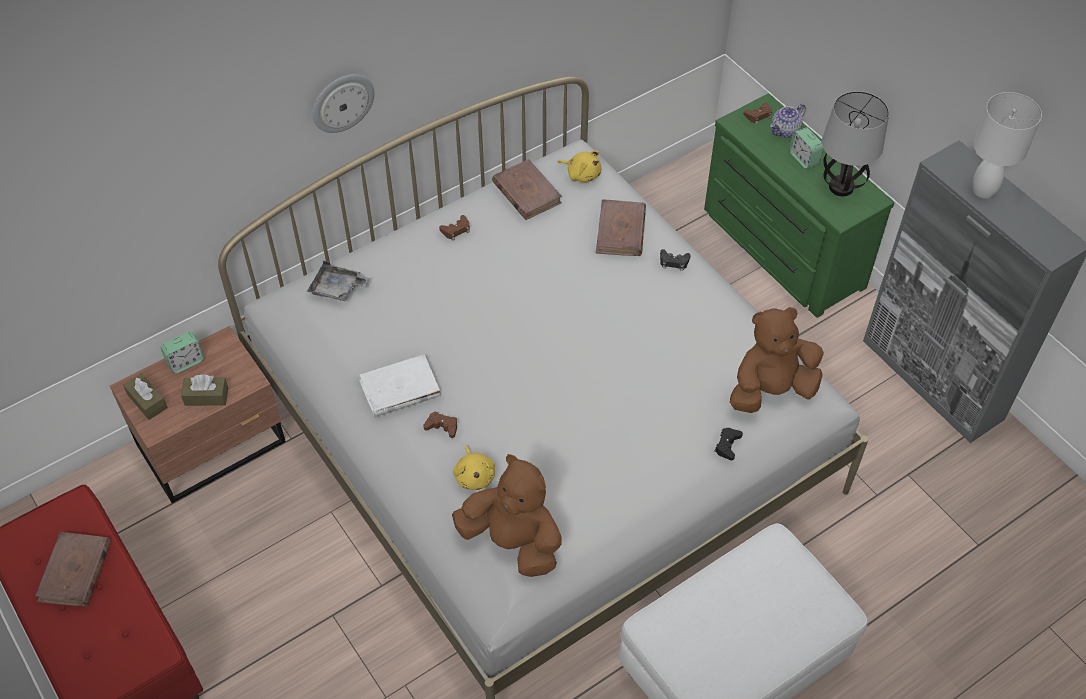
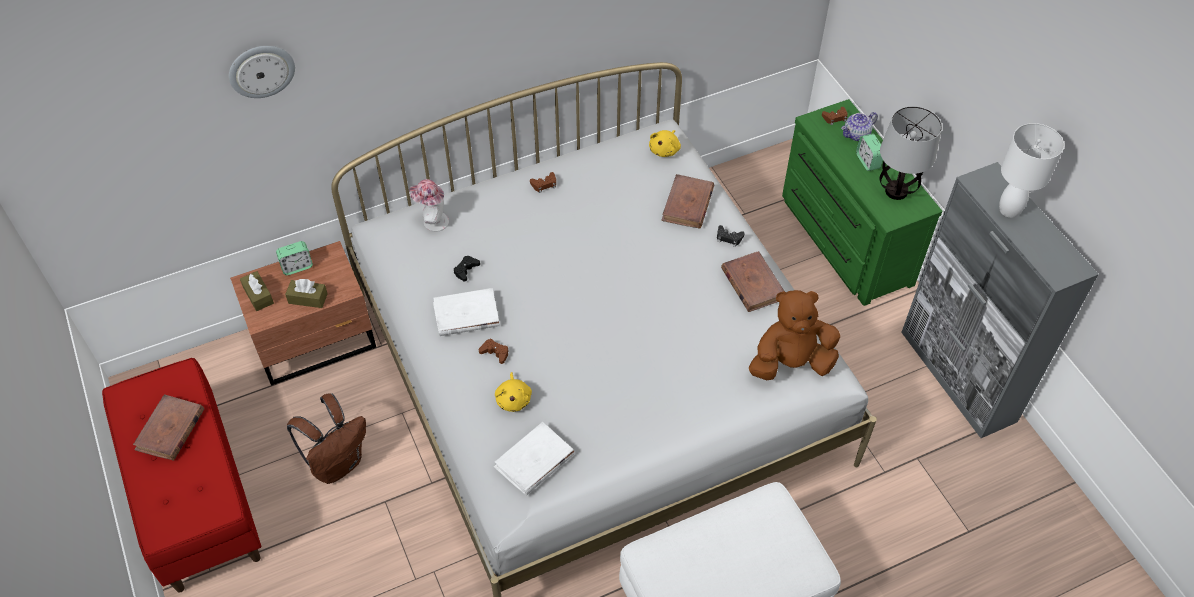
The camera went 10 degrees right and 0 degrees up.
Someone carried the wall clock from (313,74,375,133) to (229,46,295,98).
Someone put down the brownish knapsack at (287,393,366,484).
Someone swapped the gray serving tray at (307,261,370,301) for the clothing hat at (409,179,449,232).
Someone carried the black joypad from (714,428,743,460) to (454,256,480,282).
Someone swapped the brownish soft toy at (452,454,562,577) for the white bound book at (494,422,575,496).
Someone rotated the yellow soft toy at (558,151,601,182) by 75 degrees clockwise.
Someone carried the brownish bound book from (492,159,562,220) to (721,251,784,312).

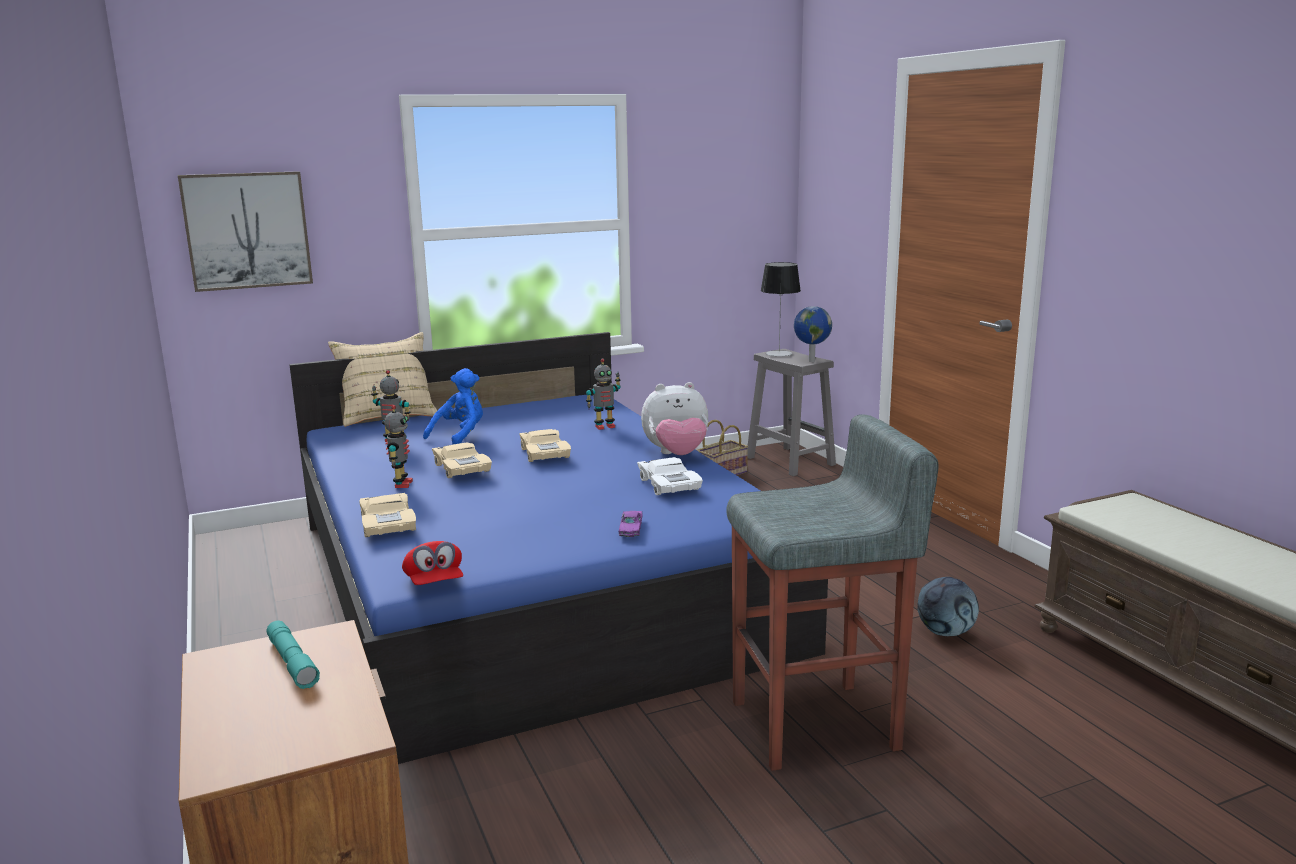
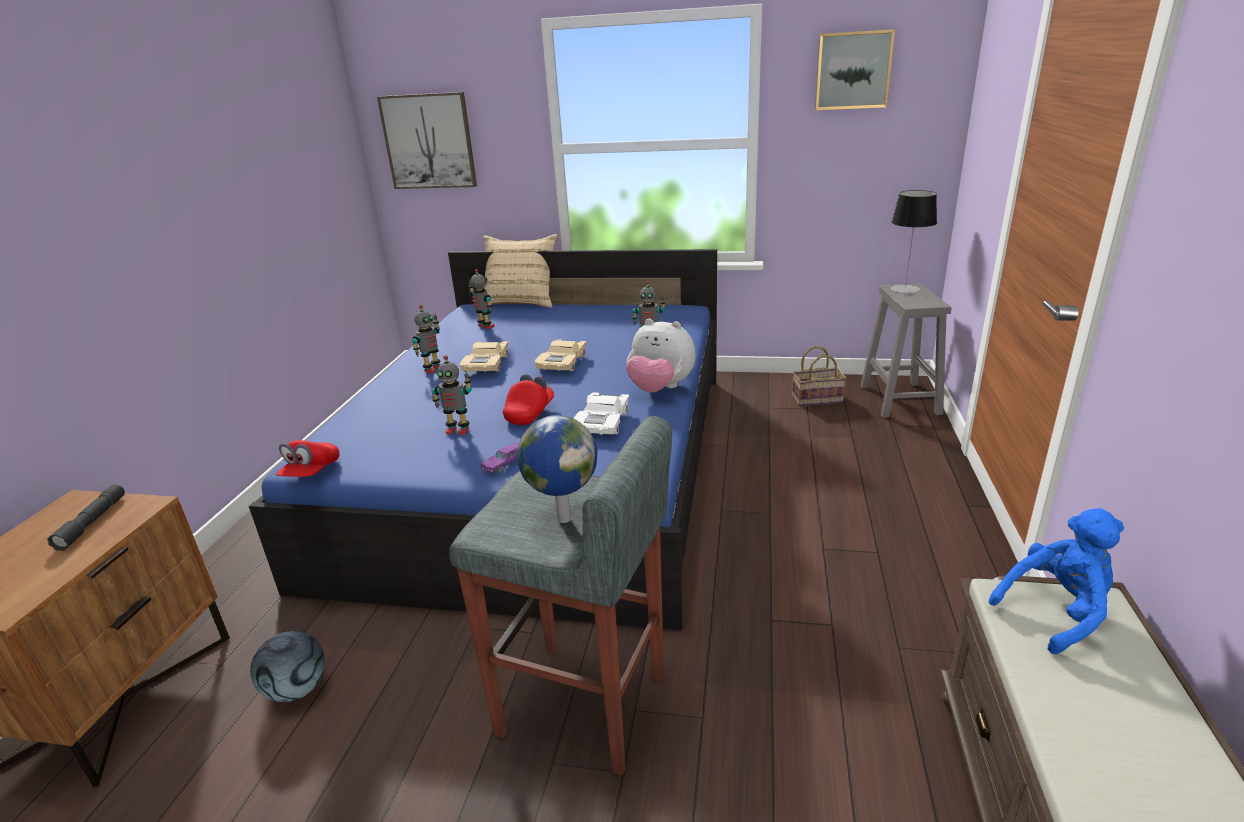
The camera went 35 degrees right and 10 degrees up.
Someone repainted the turquoise flashlight at (267,620,320,689), which became the gray flashlight at (47,485,125,551).
Someone carried the football from (918,577,979,636) to (250,631,325,702).
Someone put down the model robot at (432,355,472,435).
Someone put down the red-coloured peaked cap at (503,374,554,425).
Someone carried the world globe from (794,306,832,362) to (517,415,597,523).
Someone put up the wall art at (815,29,895,110).
Someone carried the blue soft toy from (423,368,483,445) to (989,508,1124,654).
Someone took away the beige toy car at (359,493,416,537).

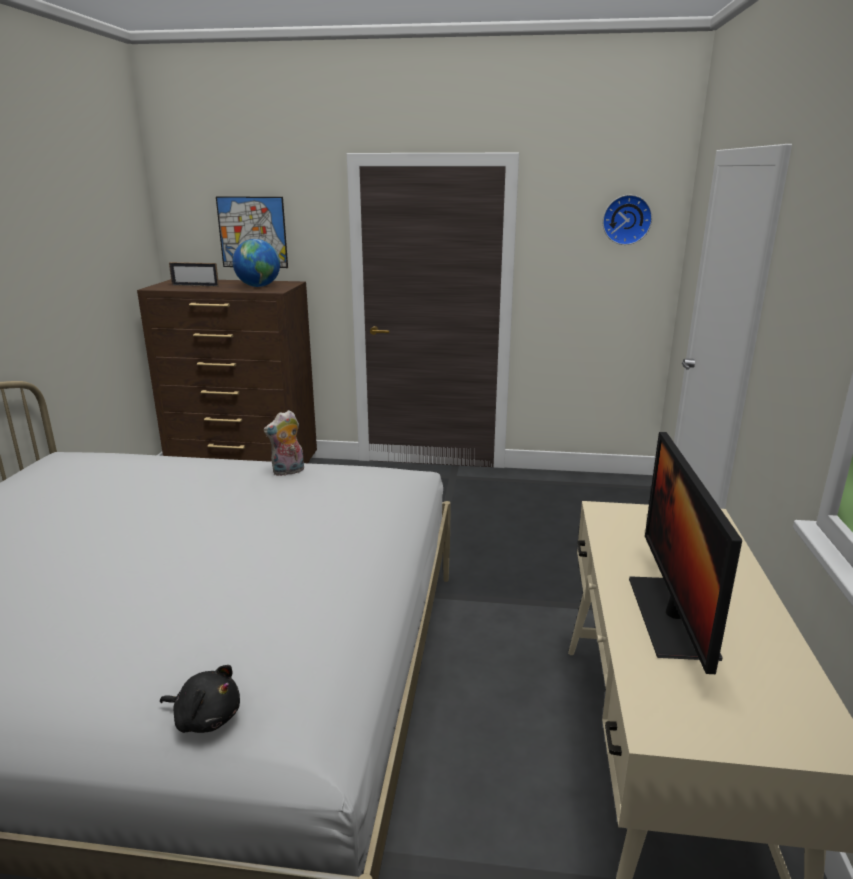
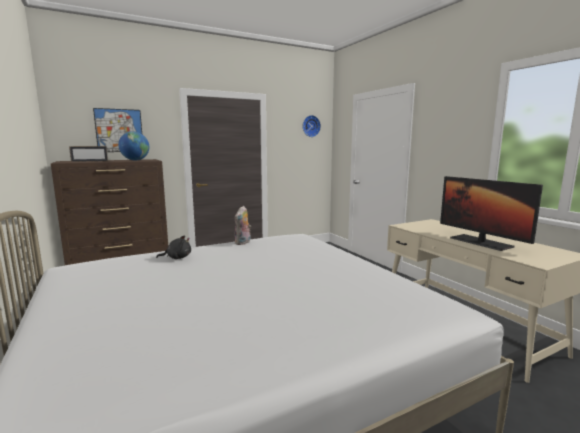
The camera went 35 degrees left and 10 degrees down.
Someone carried the black soft toy from (160,665,240,733) to (156,235,191,259).

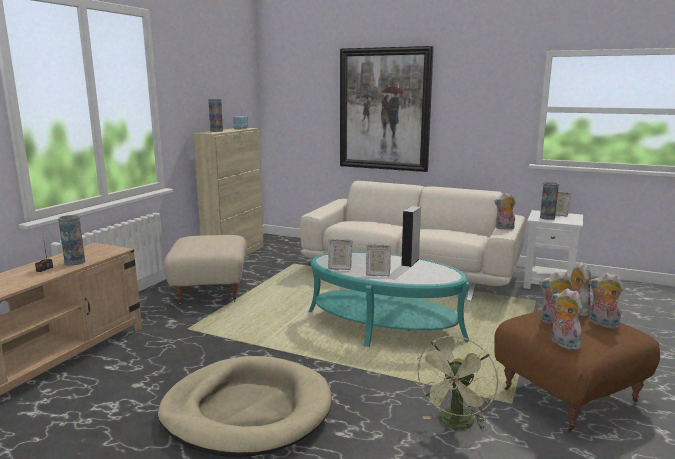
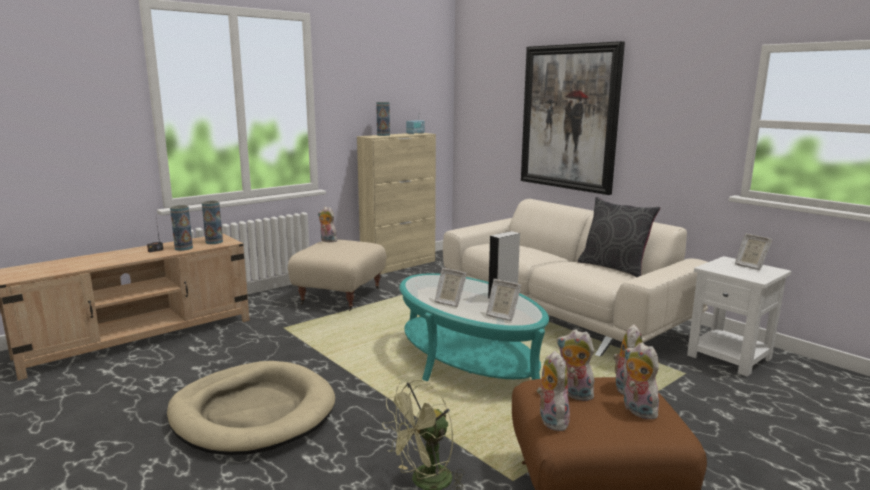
The camera went 25 degrees right and 0 degrees up.
Someone carried the vase from (540,182,559,220) to (202,201,223,244).
Someone carried the soft toy from (494,193,516,230) to (318,207,337,242).
Someone carried the photo frame from (328,239,353,270) to (486,279,521,321).
Someone put down the gray pillow at (578,197,660,277).

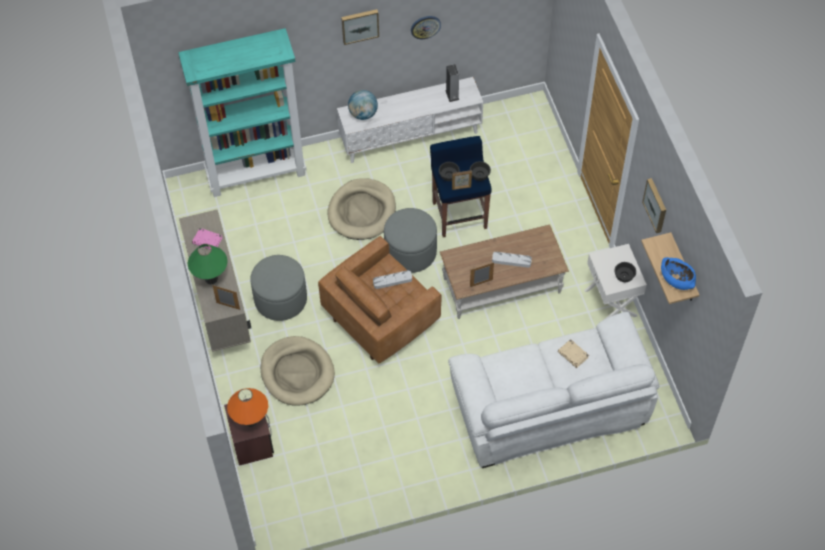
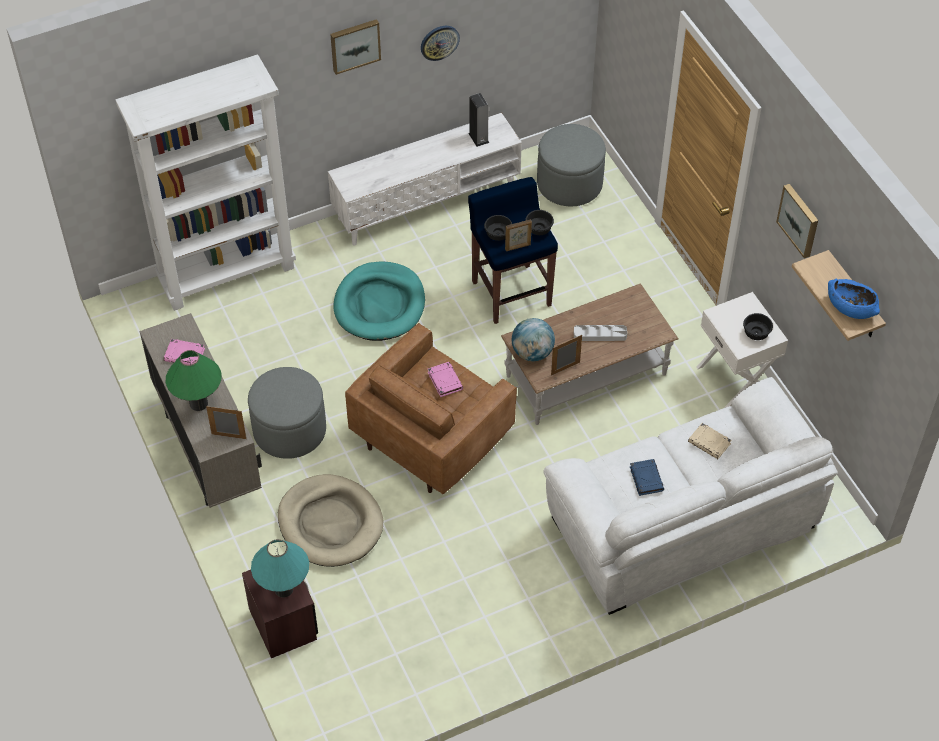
The camera went 10 degrees left and 5 degrees down.
Someone repainted the turquoise bookshelf at (178,28,307,197), which became the white bookshelf at (116,54,296,311).
Someone repainted the orange-coloured tabletop lamp at (227,388,268,427), which became the turquoise tabletop lamp at (251,539,309,598).
Someone repainted the beige dog cushion at (328,178,396,240), which became the turquoise dog cushion at (334,261,425,341).
Someone swapped the gray serving tray at (373,270,412,289) for the pink-coloured bound book at (428,362,463,397).
Someone carried the world globe from (348,90,378,120) to (512,318,555,361).
Someone carried the gray pouffe from (384,208,437,273) to (537,124,606,206).
Someone put down the blue bound book at (630,459,664,496).

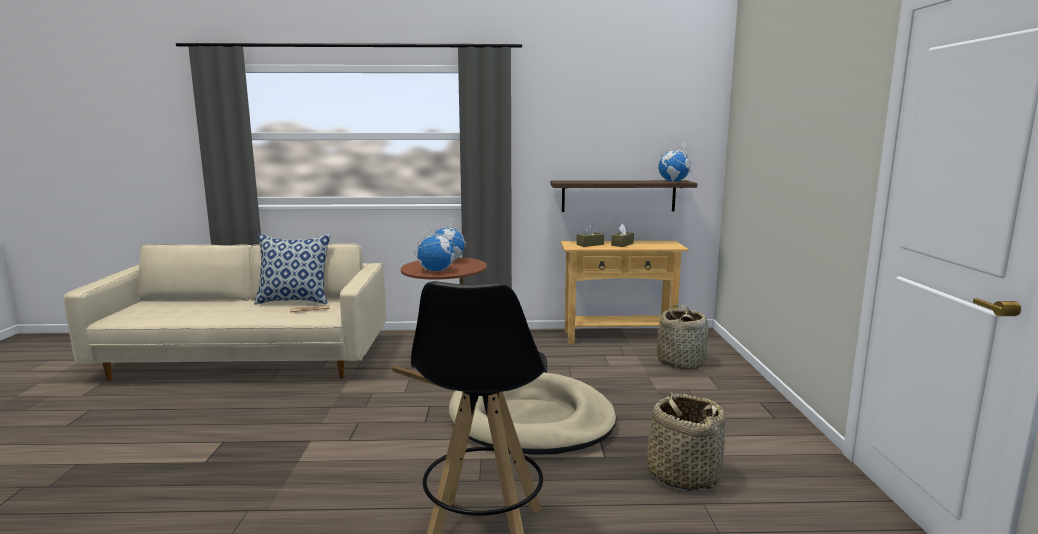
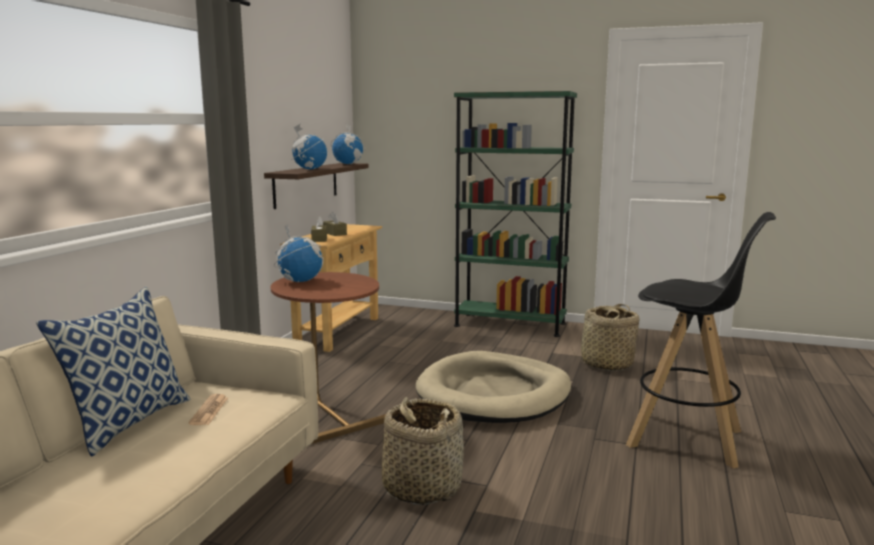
The camera went 70 degrees left and 0 degrees up.
Someone carried the world globe from (414,224,455,271) to (291,124,327,169).
Someone carried the basket from (657,305,708,370) to (382,397,464,505).
Someone put down the green-coloured bookshelf at (454,91,577,337).

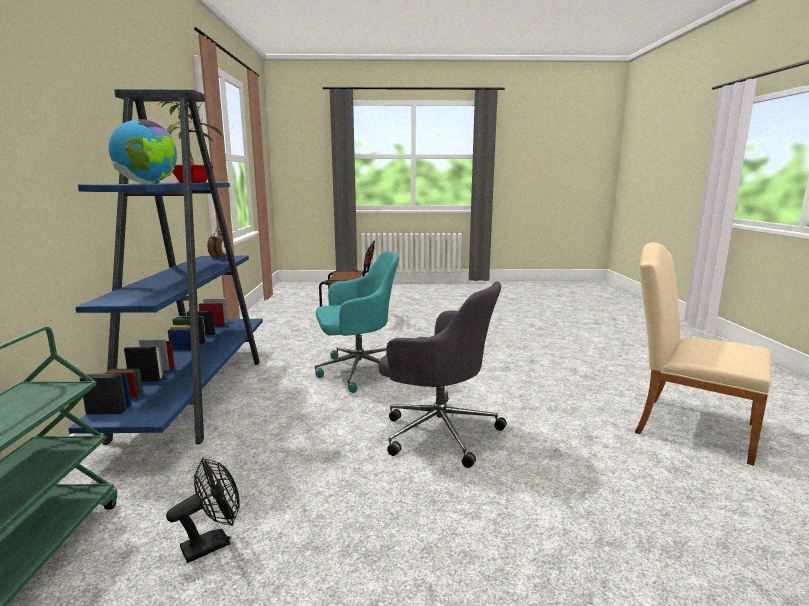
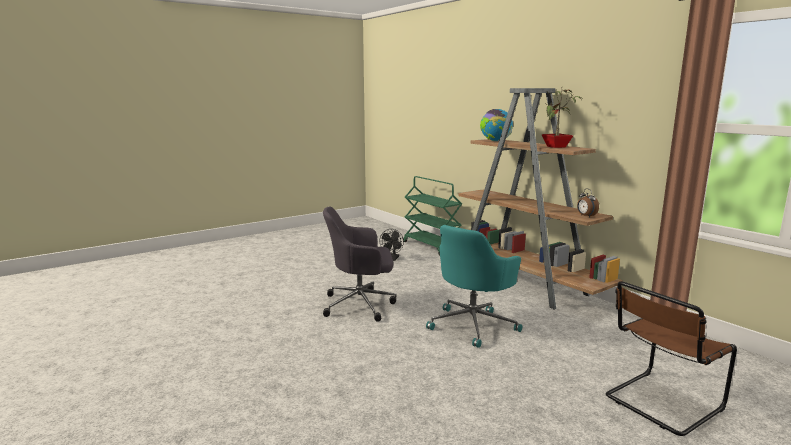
The camera went 145 degrees right and 0 degrees up.
Someone repainted the blue bookshelf at (68,89,263,445), which became the brownish bookshelf at (458,88,623,309).
Someone took away the beige upright chair at (634,242,771,466).

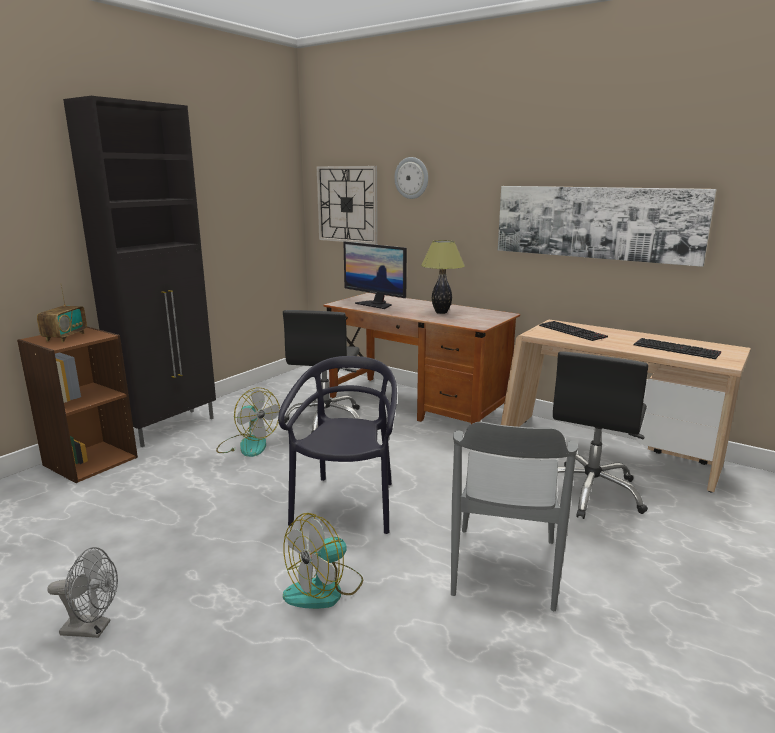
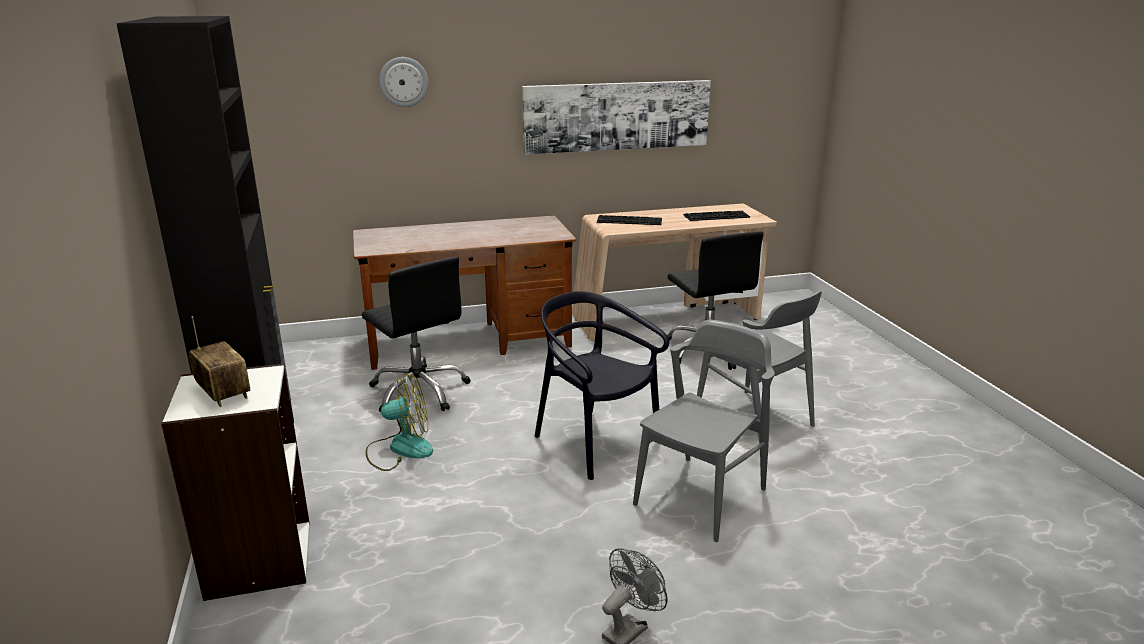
The camera went 50 degrees left and 5 degrees up.
Someone repainted the brownish bookshelf at (17,326,138,483), which became the white bookshelf at (161,364,310,601).
Someone swapped the cooling fan at (283,513,363,609) for the gray upright chair at (633,320,775,542).
Someone took away the wall clock at (317,166,378,245).
Someone took away the monitor at (343,241,407,309).
Someone took away the tabletop lamp at (421,240,465,314).

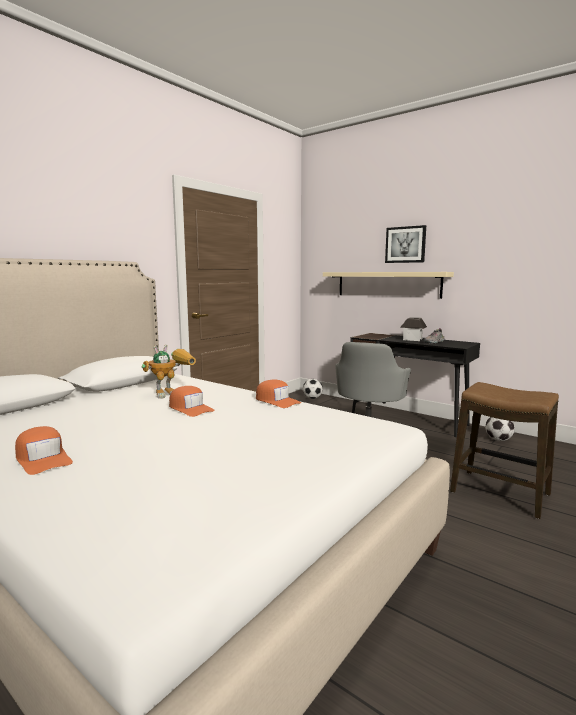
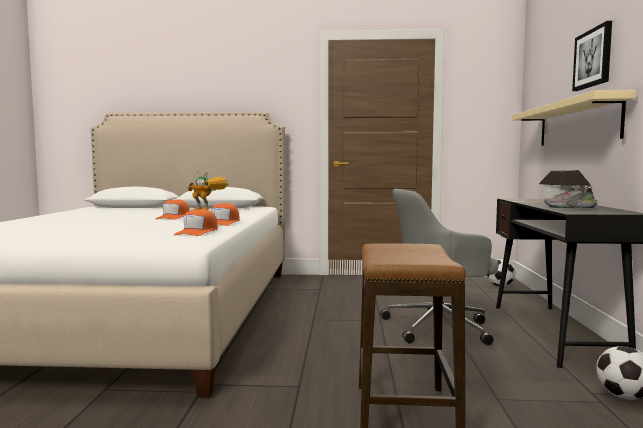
The camera went 55 degrees right and 5 degrees down.
Someone carried the orange-coloured peaked cap from (15,426,73,475) to (174,209,218,236).

